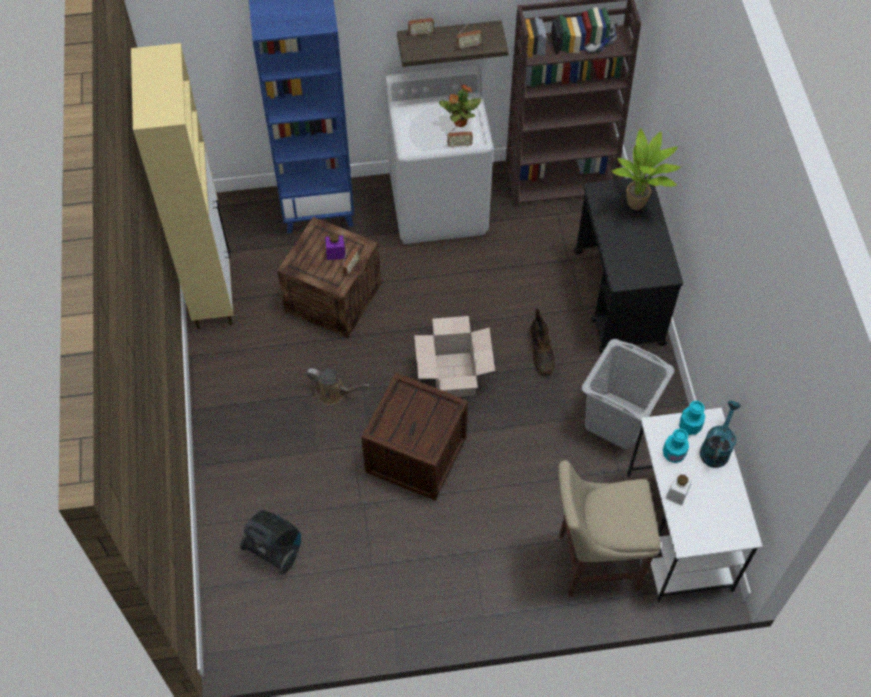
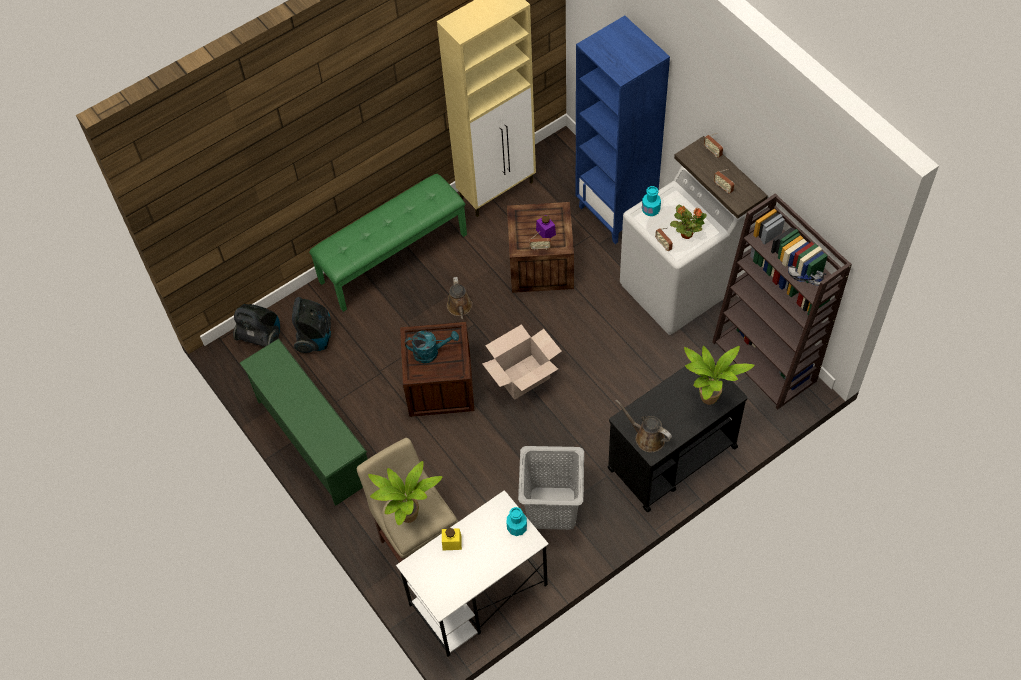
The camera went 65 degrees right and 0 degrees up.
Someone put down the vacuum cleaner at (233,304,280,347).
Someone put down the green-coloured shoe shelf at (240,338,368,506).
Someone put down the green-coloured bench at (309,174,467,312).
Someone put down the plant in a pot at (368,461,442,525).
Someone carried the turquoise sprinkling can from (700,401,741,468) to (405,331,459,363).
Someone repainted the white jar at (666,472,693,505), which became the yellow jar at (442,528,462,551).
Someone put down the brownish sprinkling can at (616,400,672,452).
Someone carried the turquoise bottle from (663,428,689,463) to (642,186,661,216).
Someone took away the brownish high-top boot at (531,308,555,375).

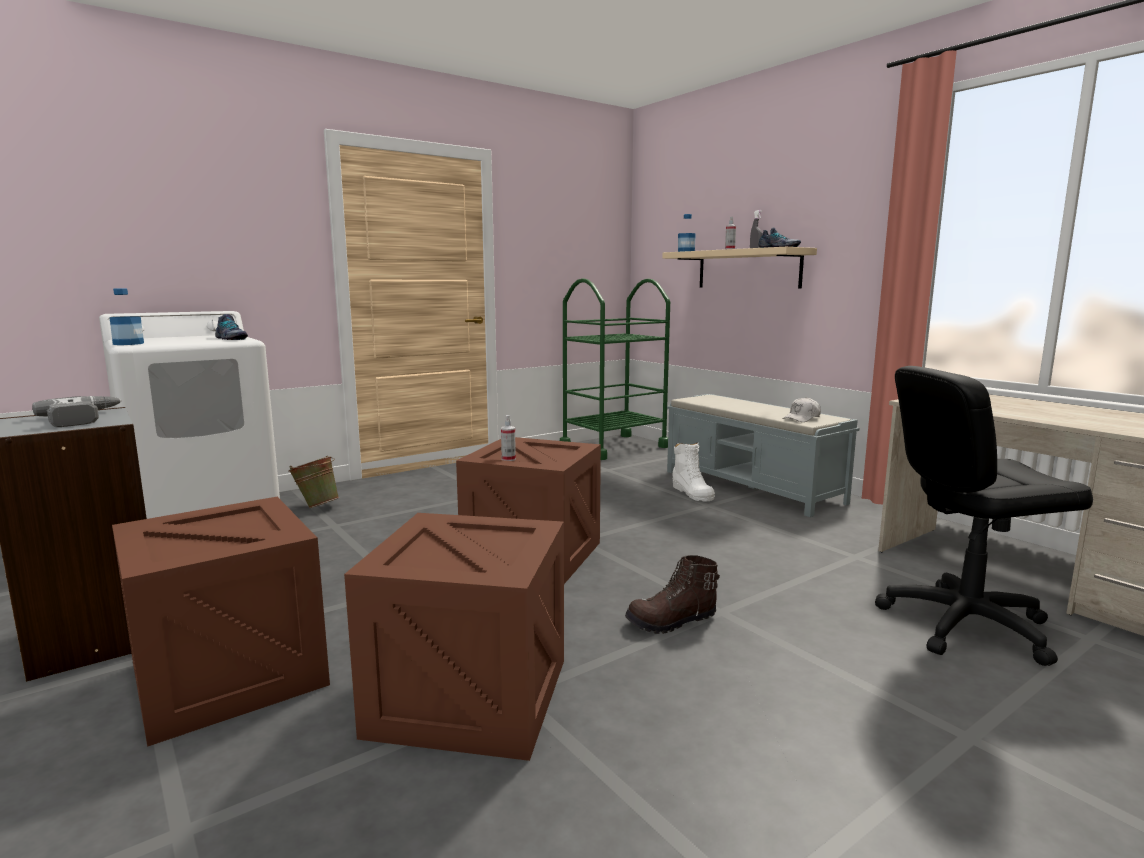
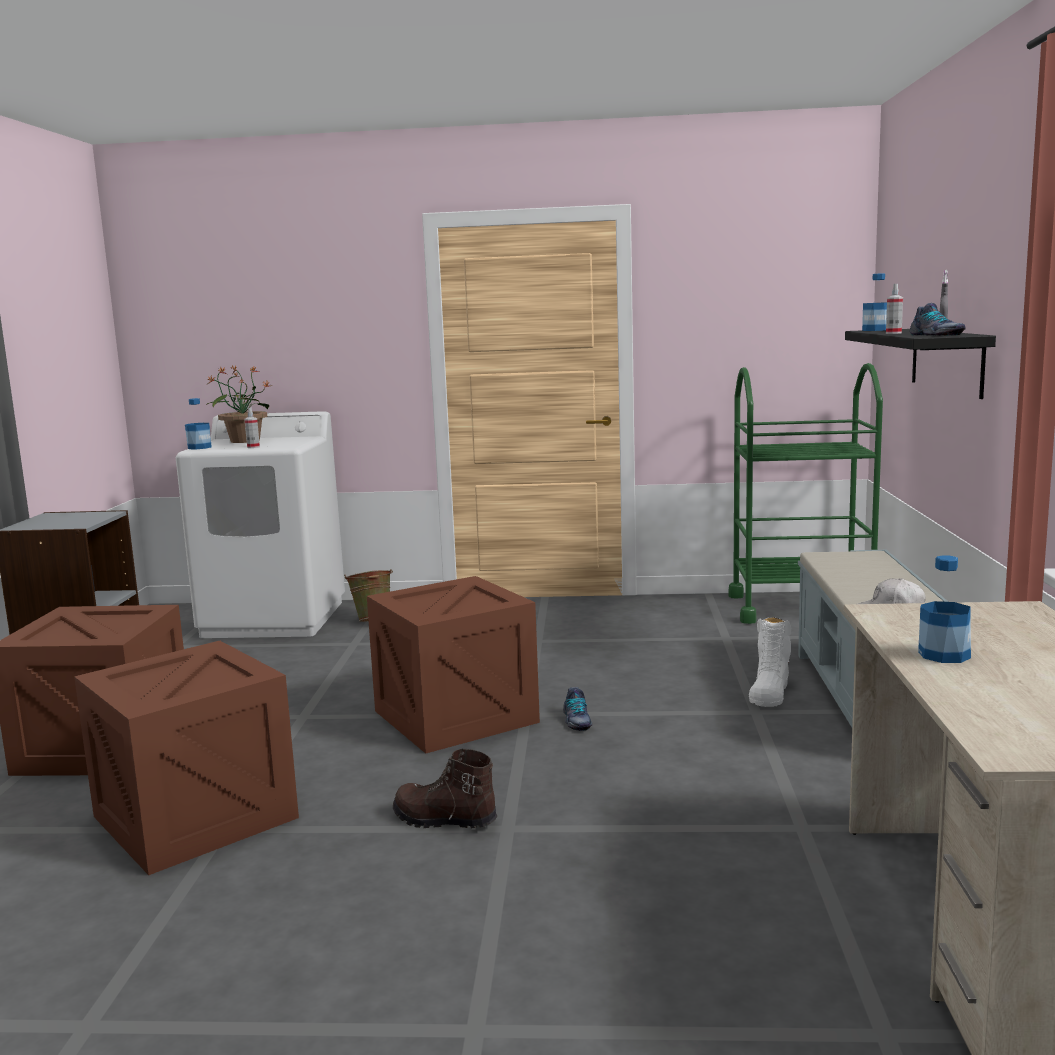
The camera went 40 degrees right and 0 degrees up.
Someone put down the plant in a pot at (206,365,270,443).
Someone carried the sprayer from (501,415,516,461) to (244,408,260,448).
Someone carried the low shoe from (215,314,248,340) to (563,687,593,731).
Someone repainted the beige shelf at (662,247,817,289), which became the black shelf at (845,329,996,399).
Someone put down the bottle at (918,555,971,663).
Someone took away the drill at (32,396,122,427).
Someone took away the black computer chair at (875,366,1093,666).

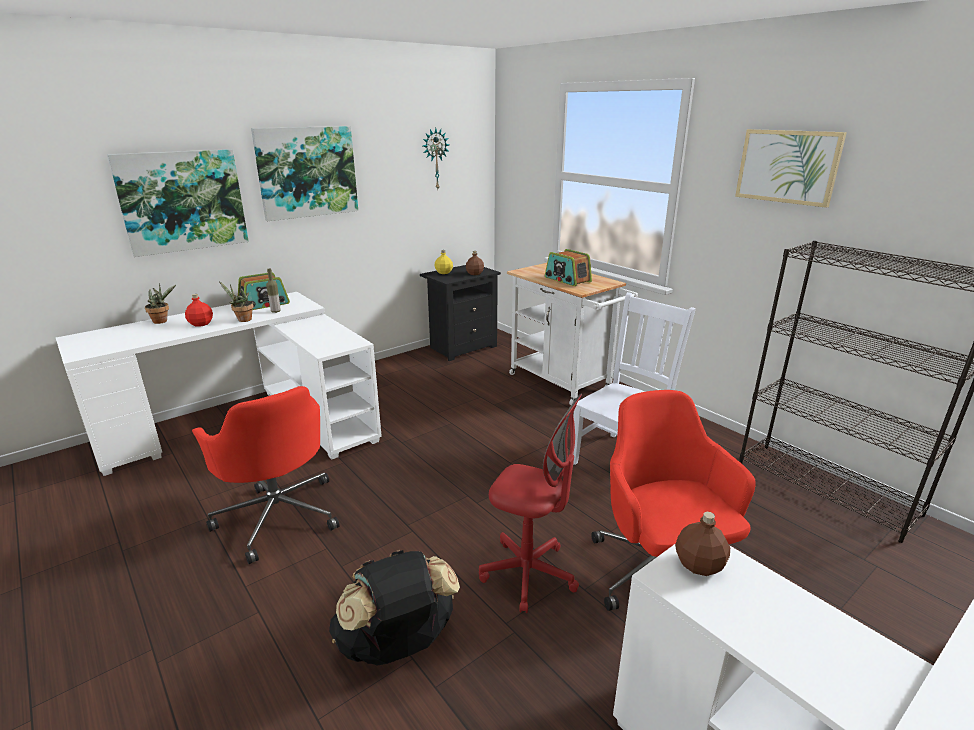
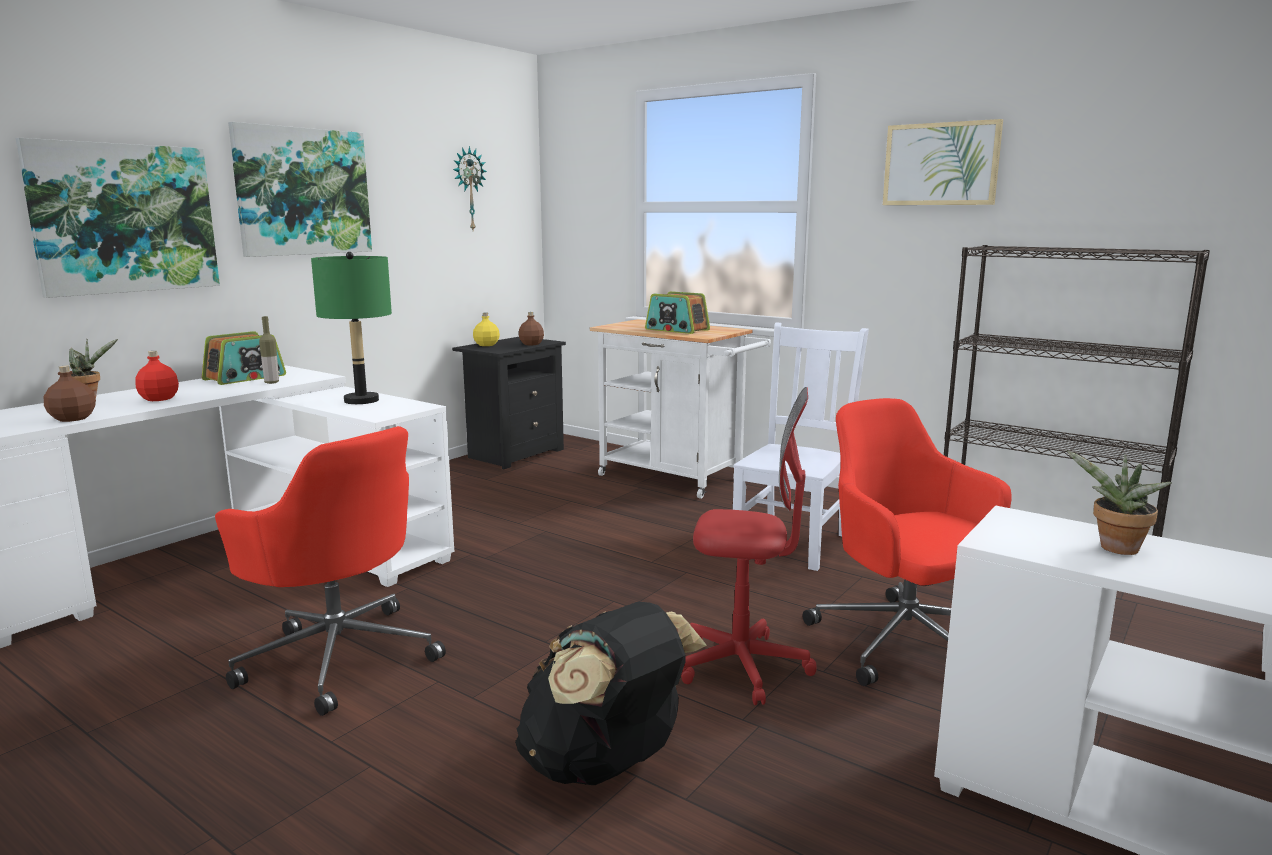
The camera went 15 degrees left and 10 degrees down.
Someone carried the brownish bottle from (675,512,730,576) to (44,366,96,422).
Someone put down the green-coloured tabletop lamp at (311,252,392,404).
Someone carried the plant in a pot from (219,281,254,322) to (1066,450,1172,555).

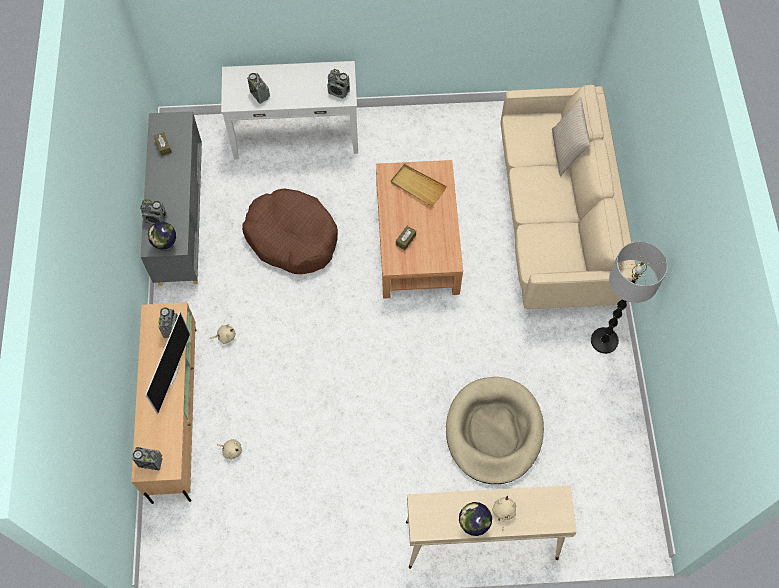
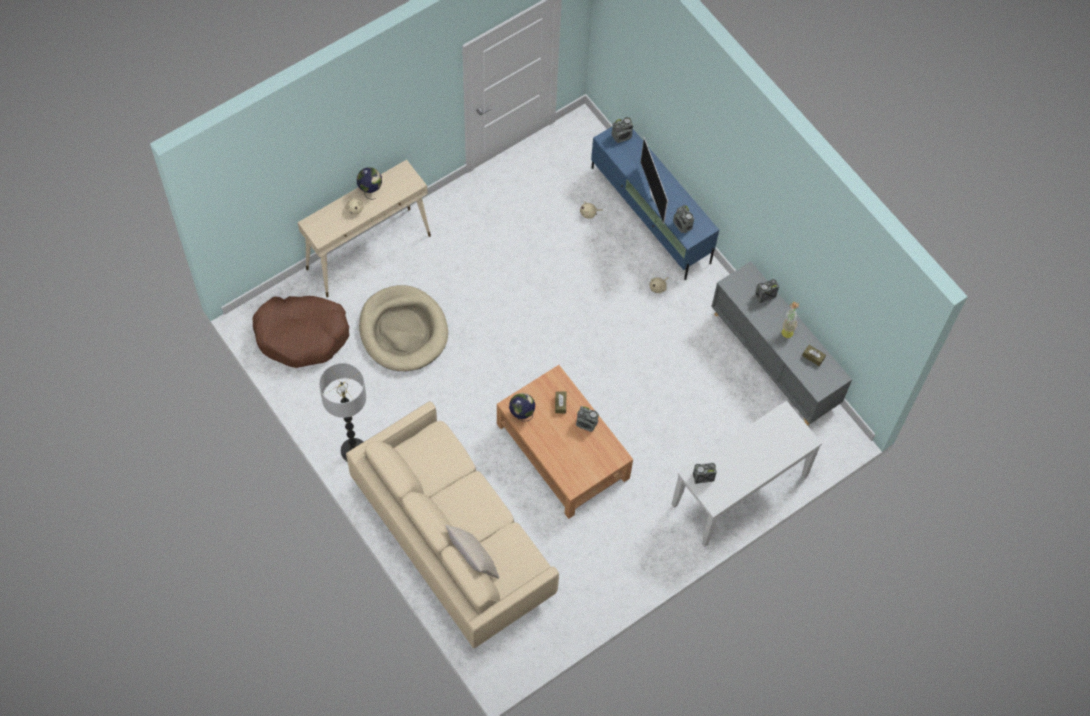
The camera went 145 degrees right and 0 degrees up.
Someone carried the brownish dog cushion from (242,188,338,274) to (253,296,350,368).
Someone carried the world globe from (148,222,176,251) to (509,393,535,421).
Someone carried the radio set from (247,73,270,104) to (576,406,599,432).
Someone repainted the beige tv stand at (131,303,197,504), which became the blue tv stand at (591,127,719,280).
Someone put down the plant in a pot at (782,301,799,338).
Someone took away the beige serving tray at (391,164,447,207).

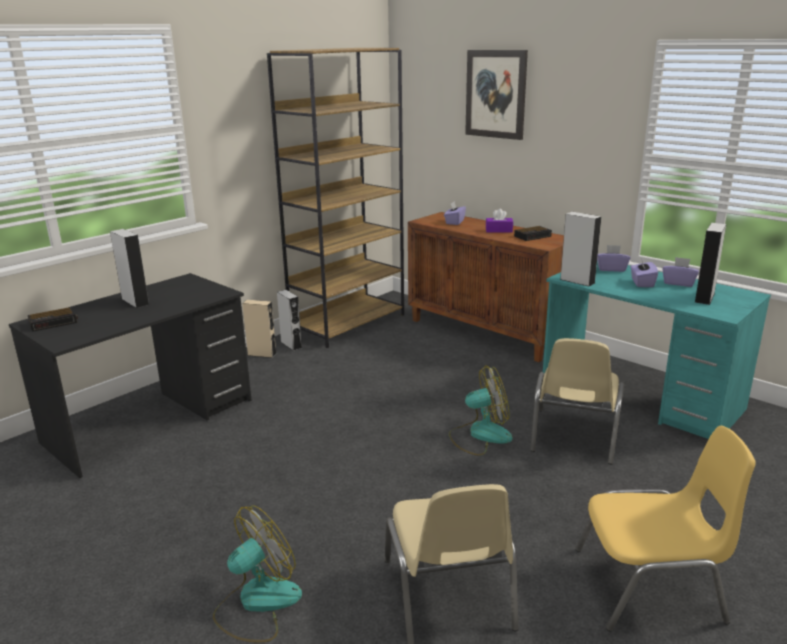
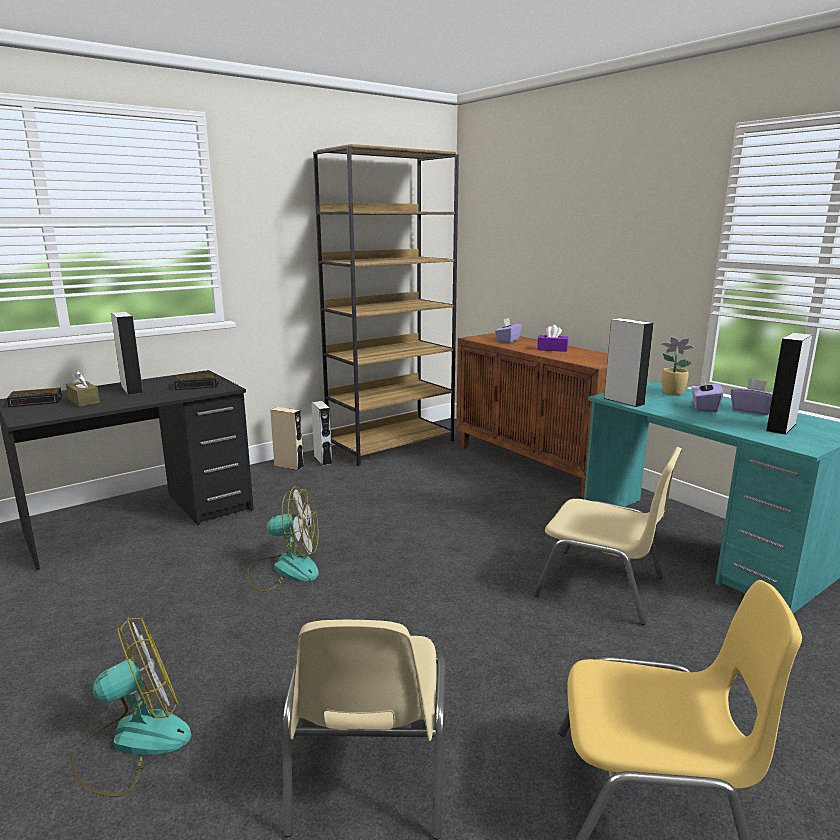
The camera went 10 degrees right and 5 degrees down.
Someone put down the brownish tissue holder at (66,371,100,407).
Someone carried the alarm clock from (514,226,552,241) to (174,373,219,390).
Someone carried the cooling fan from (449,365,513,456) to (247,486,319,592).
Someone rotated the beige upright chair at (530,338,624,464) by 90 degrees counterclockwise.
Someone swapped the purple tissue holder at (597,245,630,272) for the plant in a pot at (661,337,695,395).
Someone took away the wall art at (465,50,528,140).

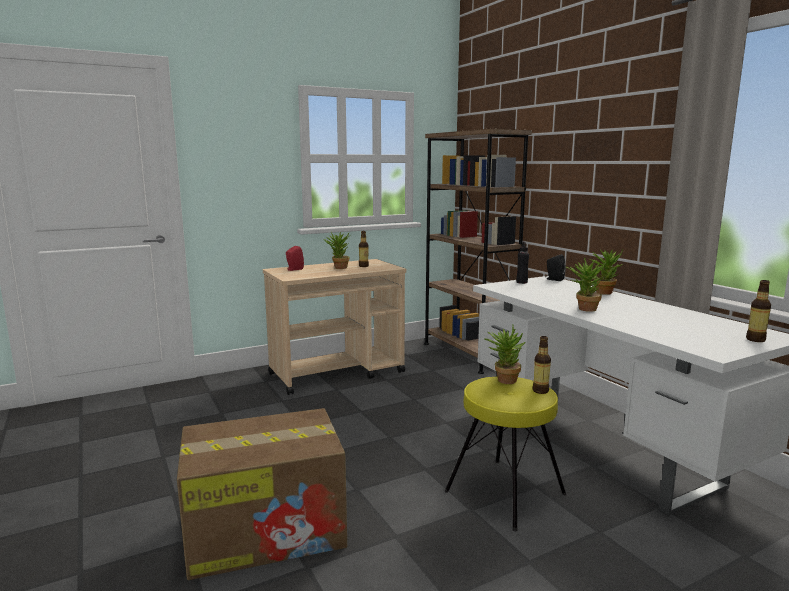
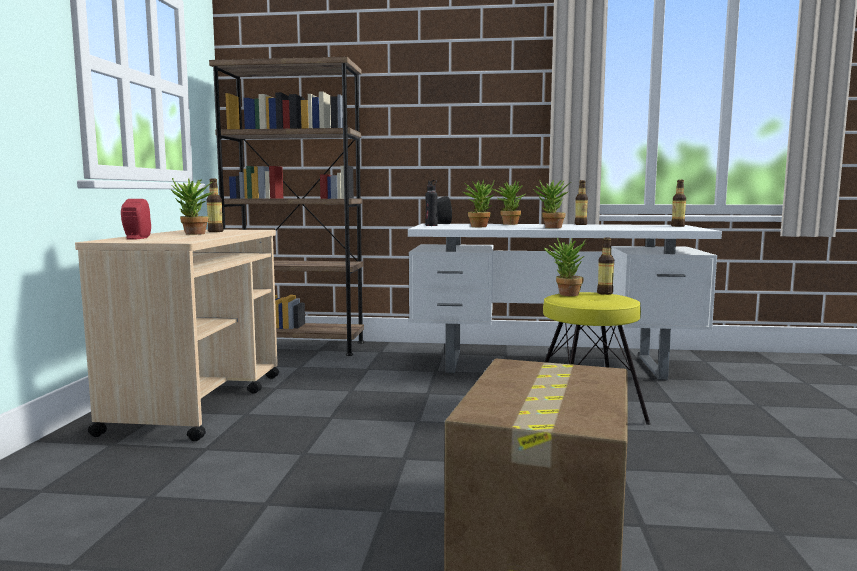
The camera went 55 degrees left and 5 degrees down.
Someone put down the plant in a pot at (463,180,494,227).
Someone put down the bottle at (575,180,588,225).

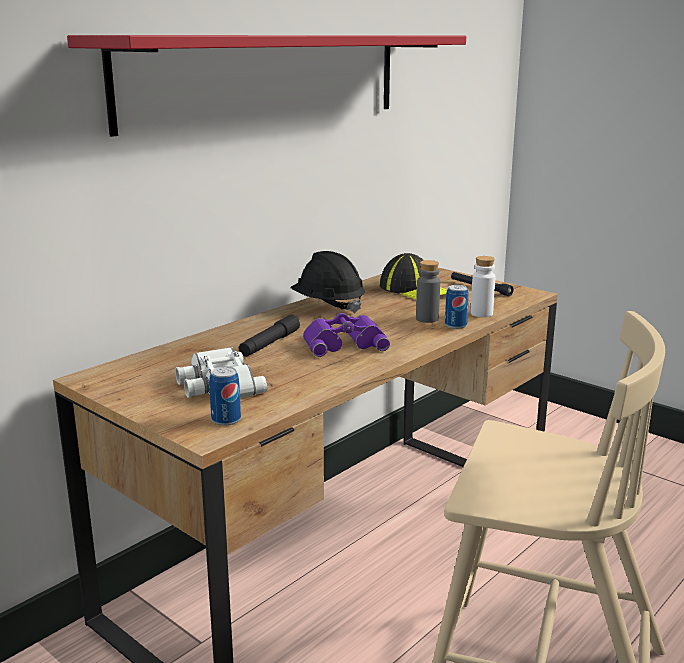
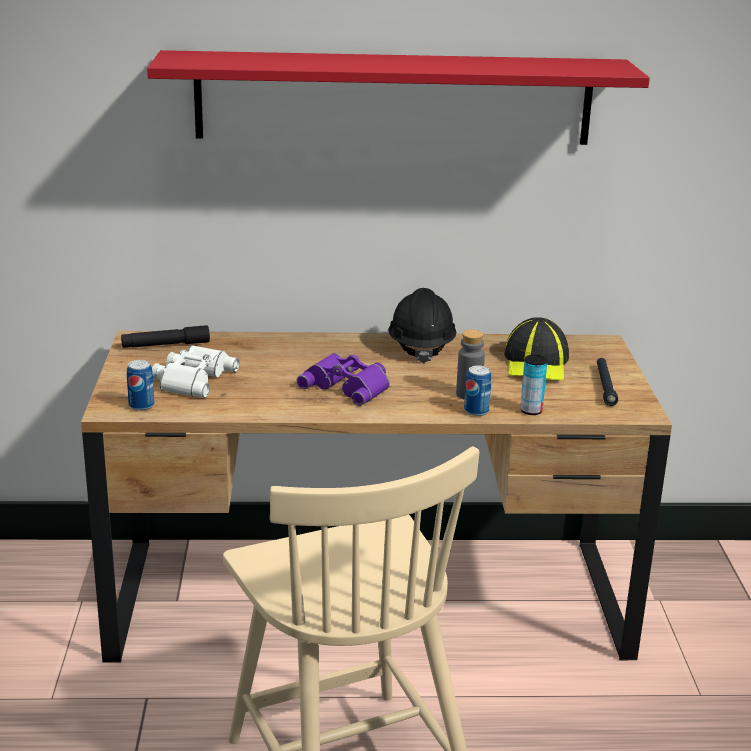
The camera went 45 degrees right and 5 degrees up.
Someone carried the black flashlight from (239,315,300,357) to (121,325,210,348).
Someone swapped the white bottle at (471,256,496,317) for the can at (520,355,548,415).

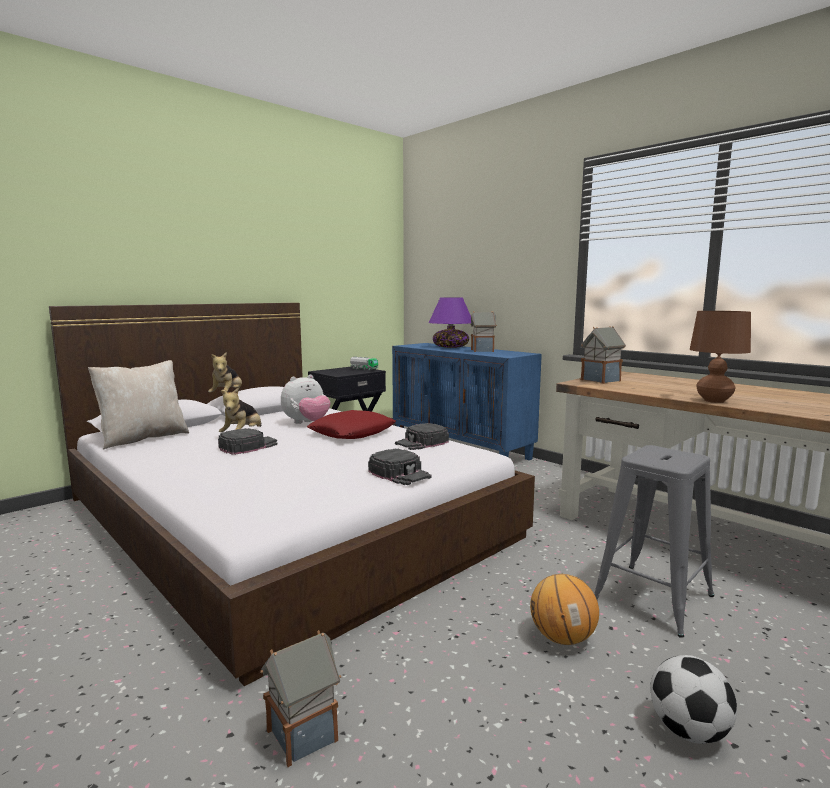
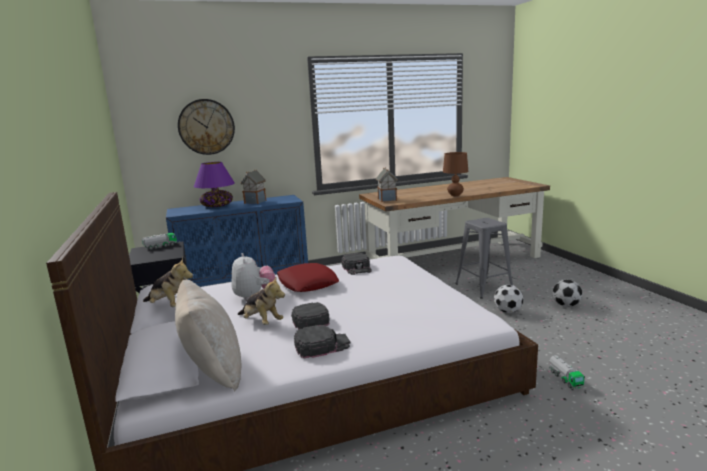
The camera went 65 degrees left and 5 degrees up.
Someone put up the wall clock at (178,99,235,155).
Someone carried the black peaked cap from (368,448,432,485) to (294,325,350,358).
Someone swapped the ball for basketball at (530,574,599,645) for the football at (494,285,523,313).
Someone swapped the model house at (260,630,341,767) for the toy truck at (549,355,585,389).

